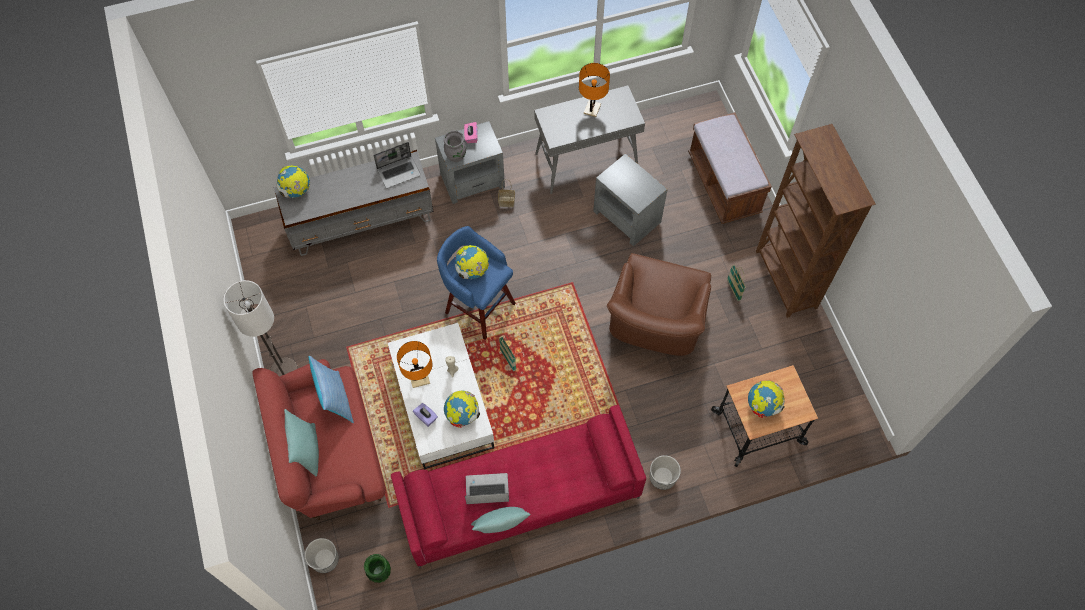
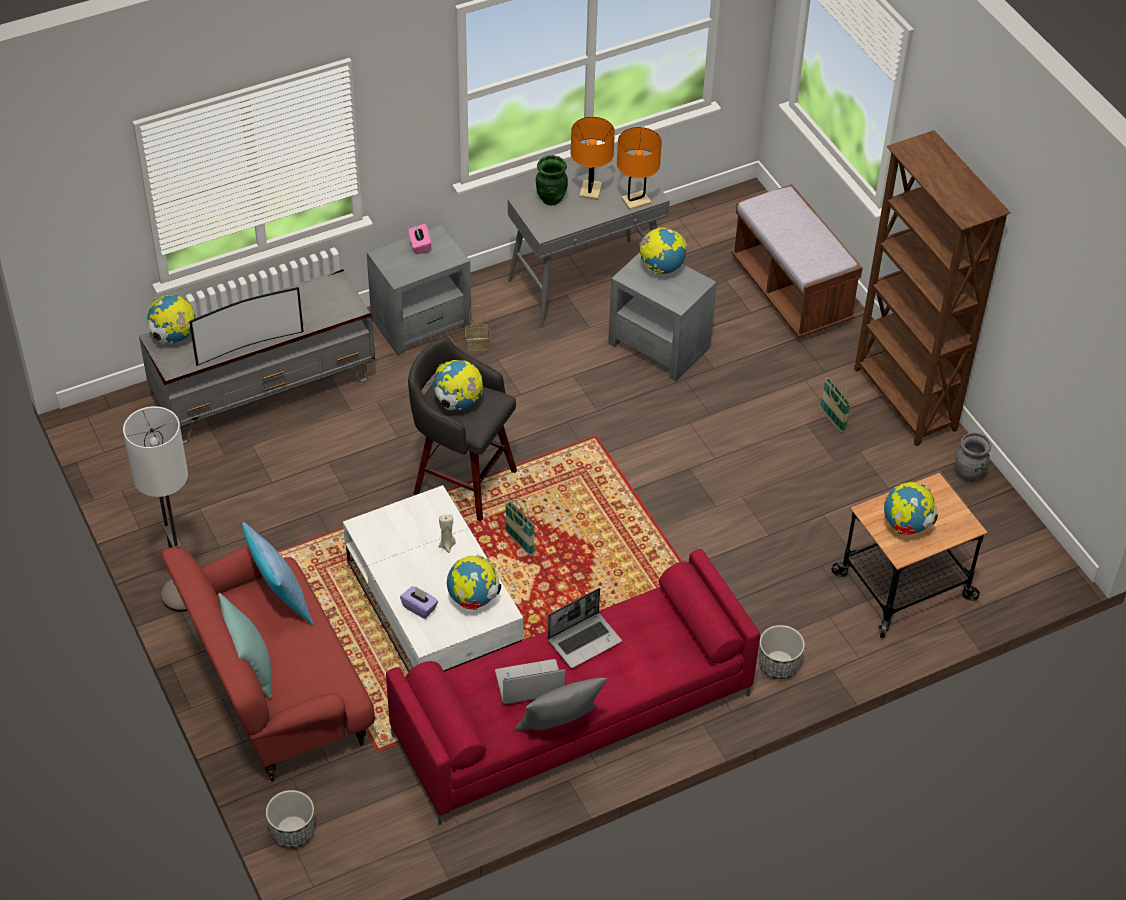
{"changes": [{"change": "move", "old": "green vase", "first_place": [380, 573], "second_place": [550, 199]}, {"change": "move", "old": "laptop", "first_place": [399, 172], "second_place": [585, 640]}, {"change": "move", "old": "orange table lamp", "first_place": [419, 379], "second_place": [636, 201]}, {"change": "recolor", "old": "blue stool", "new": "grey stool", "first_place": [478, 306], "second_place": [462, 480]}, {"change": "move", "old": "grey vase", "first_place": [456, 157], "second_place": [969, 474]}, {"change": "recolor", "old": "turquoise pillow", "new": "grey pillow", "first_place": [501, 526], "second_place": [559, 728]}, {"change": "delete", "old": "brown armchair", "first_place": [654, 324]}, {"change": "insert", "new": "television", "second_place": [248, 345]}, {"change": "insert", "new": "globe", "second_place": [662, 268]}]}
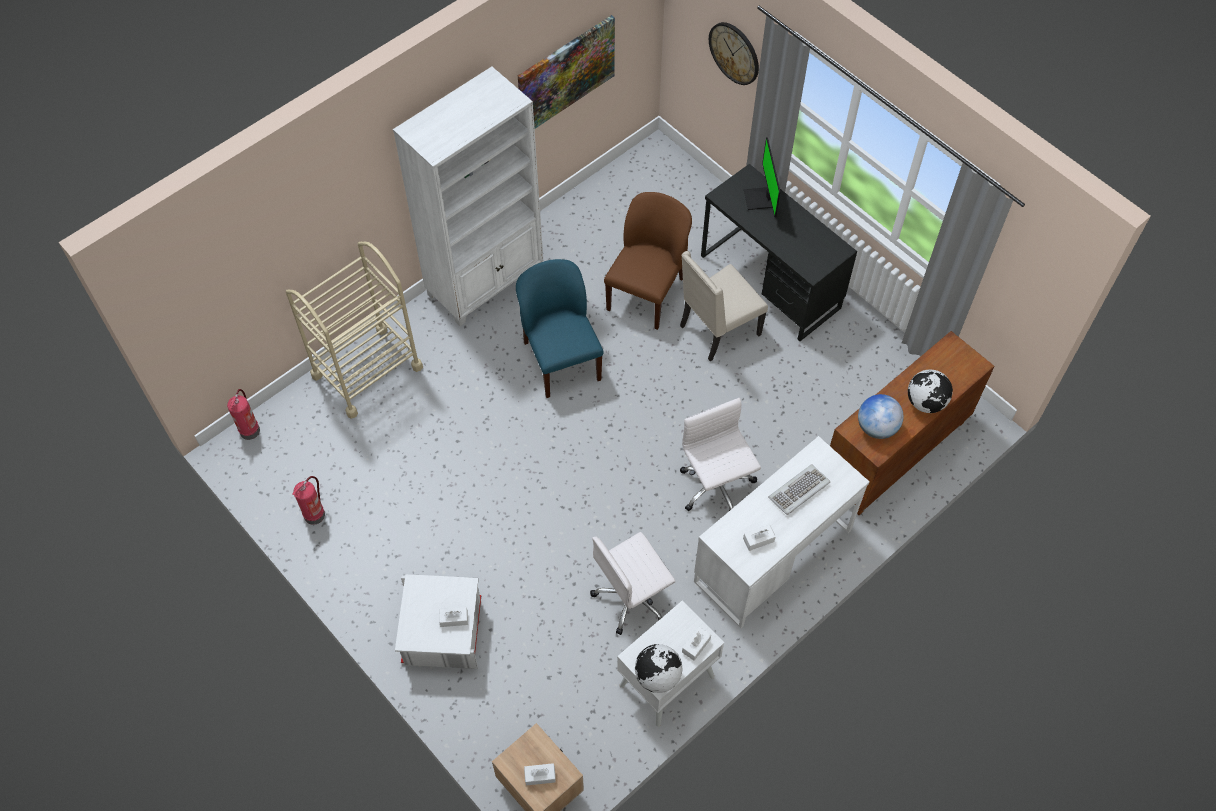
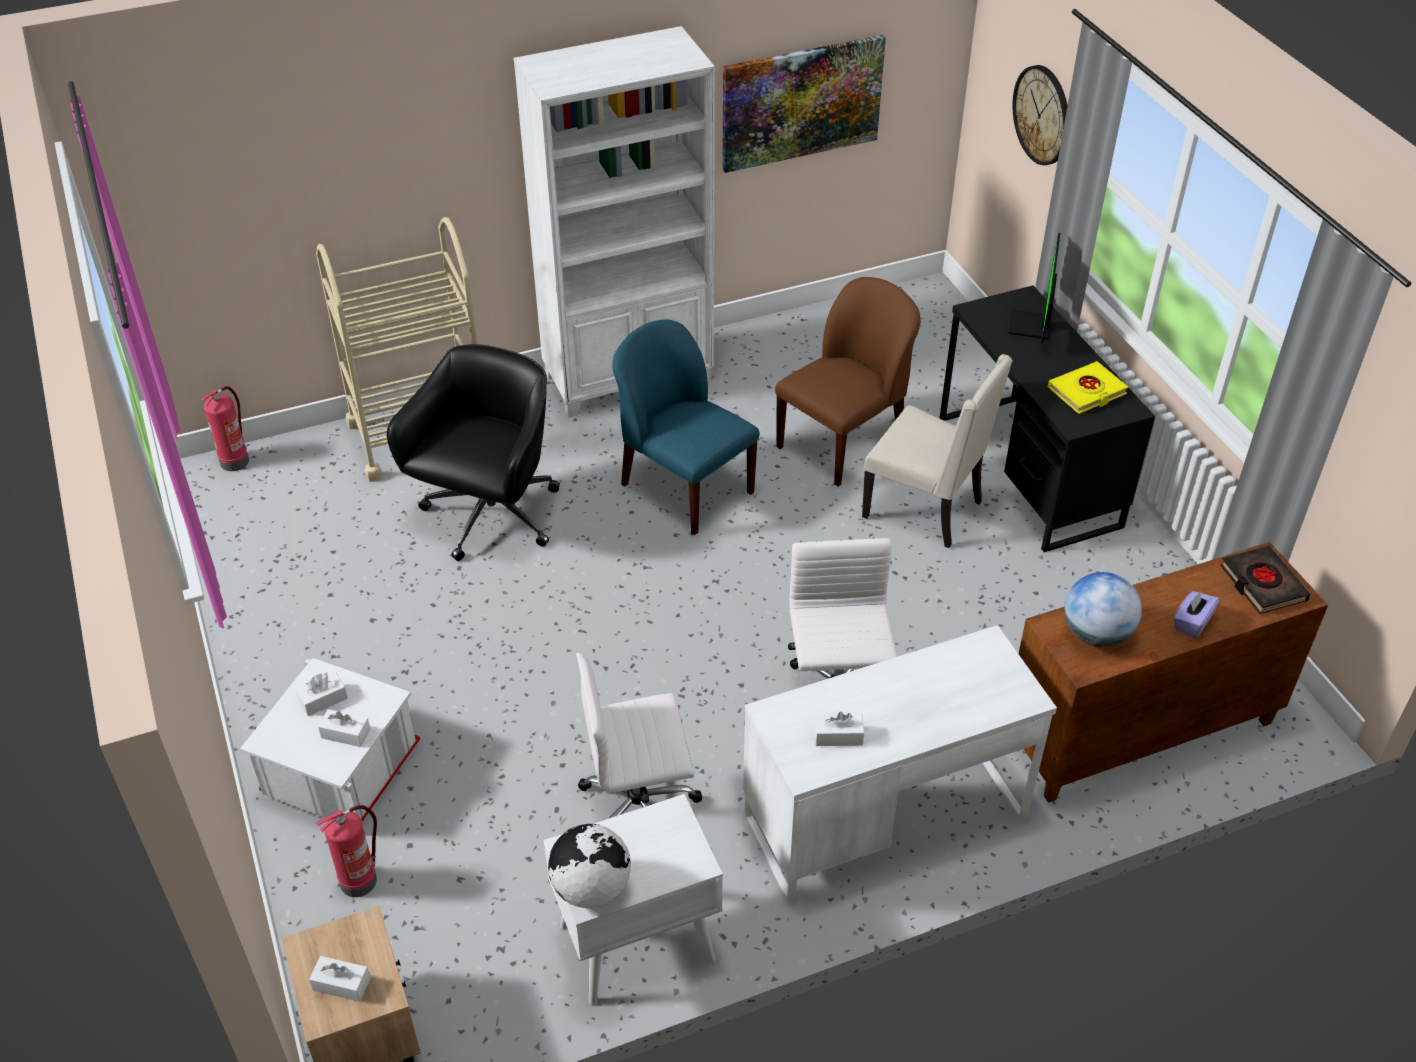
{"changes": [{"change": "move", "old": "fire extinguisher", "first_place": [314, 514], "second_place": [359, 879]}, {"change": "rotate", "old": "blue chair", "first_place": [561, 360], "second_place": [685, 487], "degrees": -45}, {"change": "rotate", "old": "beige chair", "first_place": [718, 330], "second_place": [925, 509], "degrees": -135}, {"change": "move", "old": "white tissue box", "first_place": [696, 645], "second_place": [323, 700]}, {"change": "delete", "old": "keyboard", "first_place": [799, 491]}, {"change": "replace", "old": "globe", "new": "purple tissue box", "first_place": [925, 402], "second_place": [1191, 623]}, {"change": "insert", "new": "black office chair", "second_place": [490, 517]}, {"change": "insert", "new": "yellow book", "second_place": [1087, 392]}, {"change": "insert", "new": "black book", "second_place": [1262, 584]}]}
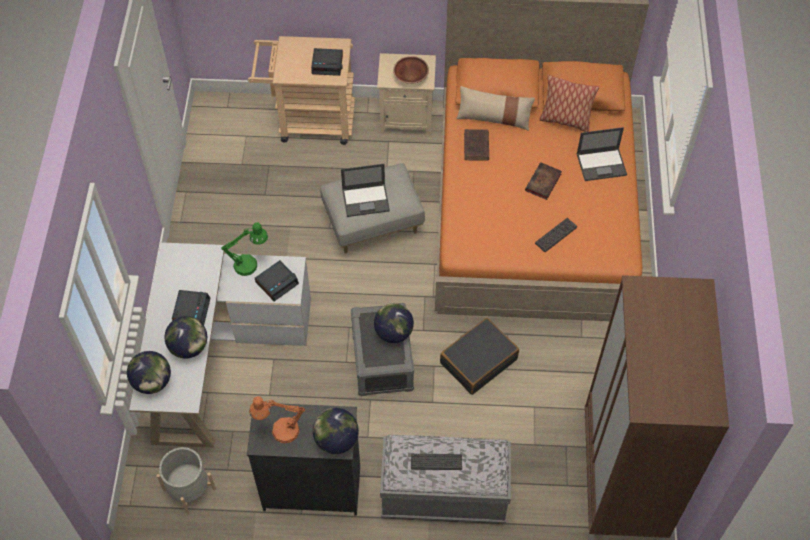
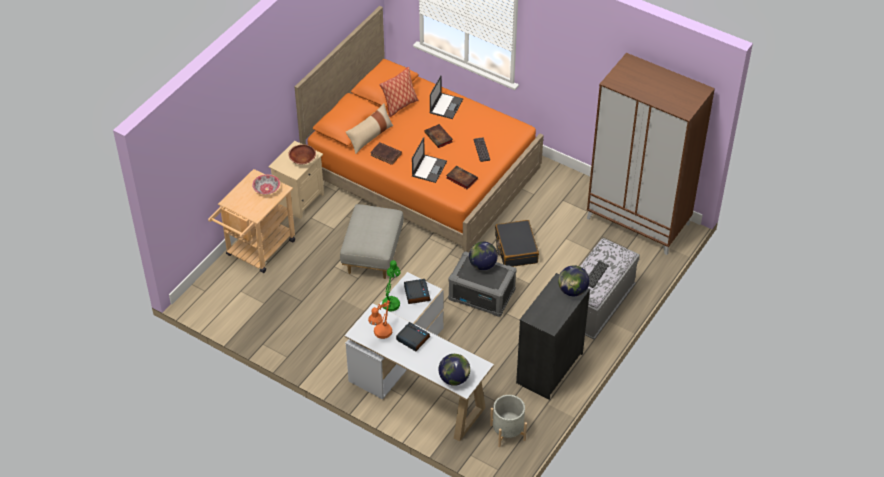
{"changes": [{"change": "delete", "old": "globe", "first_place": [189, 347]}, {"change": "move", "old": "orange table lamp", "first_place": [279, 431], "second_place": [381, 334]}, {"change": "replace", "old": "alarm clock", "new": "bowl", "first_place": [327, 64], "second_place": [266, 189]}, {"change": "move", "old": "laptop", "first_place": [366, 200], "second_place": [429, 168]}, {"change": "insert", "new": "book", "second_place": [461, 178]}]}
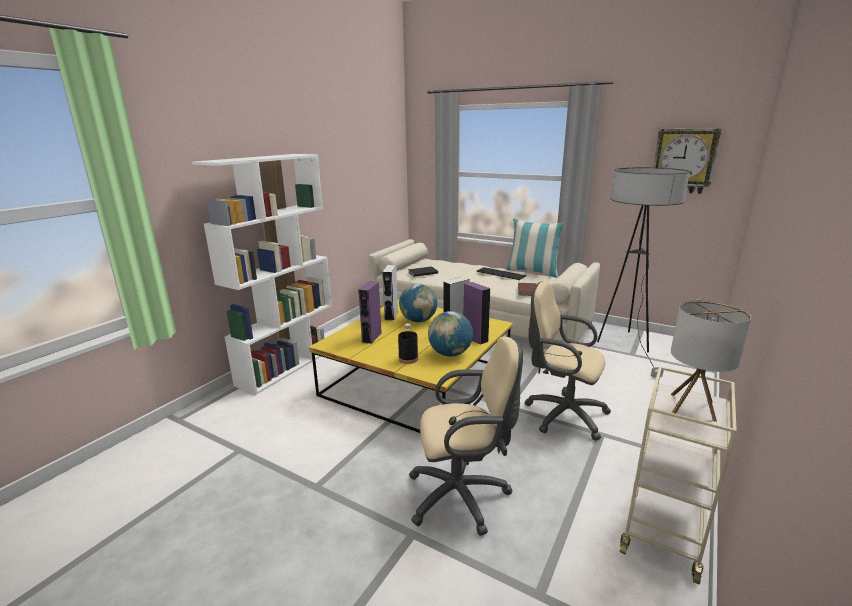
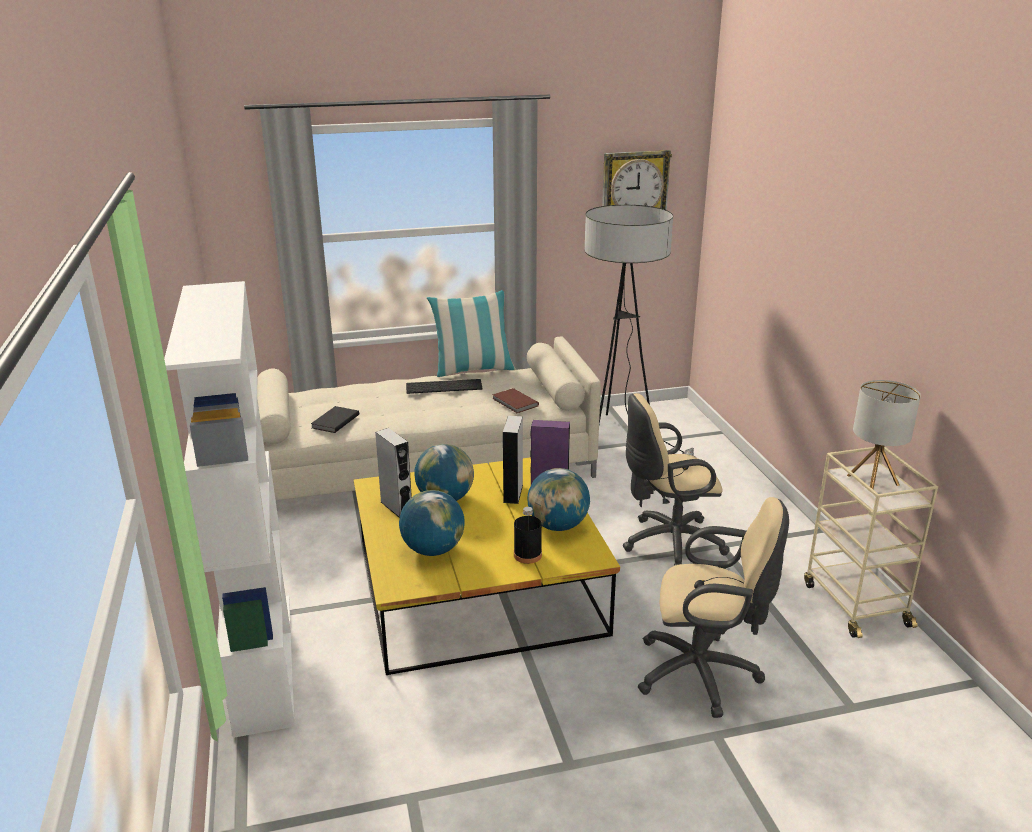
{"changes": [{"change": "replace", "old": "purple speaker", "new": "globe", "first_place": [371, 337], "second_place": [433, 550]}, {"change": "rotate", "old": "beige office chair", "first_place": [463, 496], "second_place": [704, 674], "degrees": 60}]}
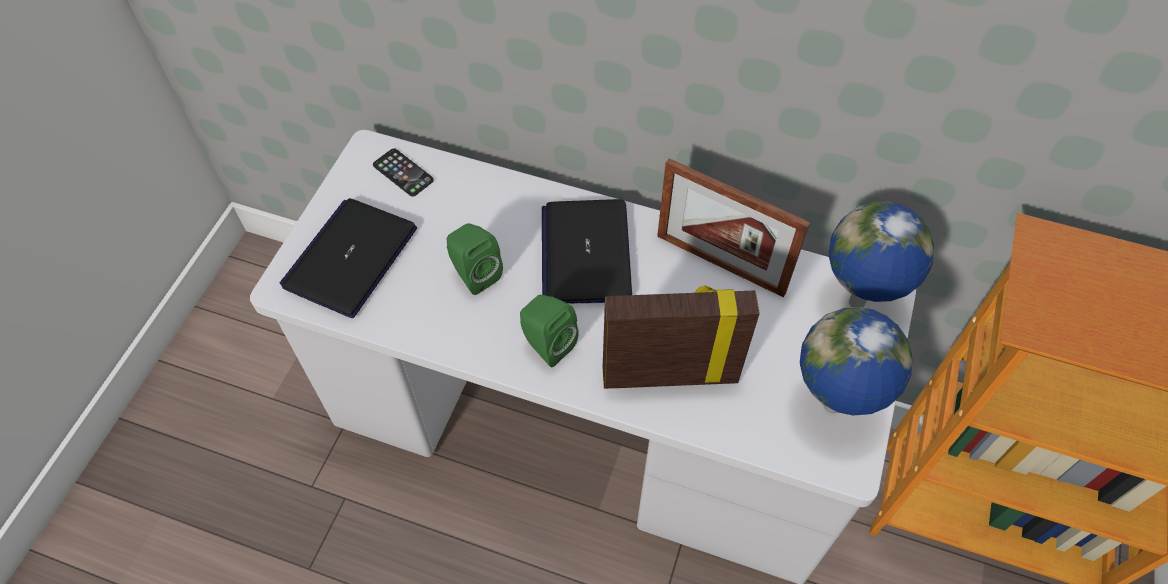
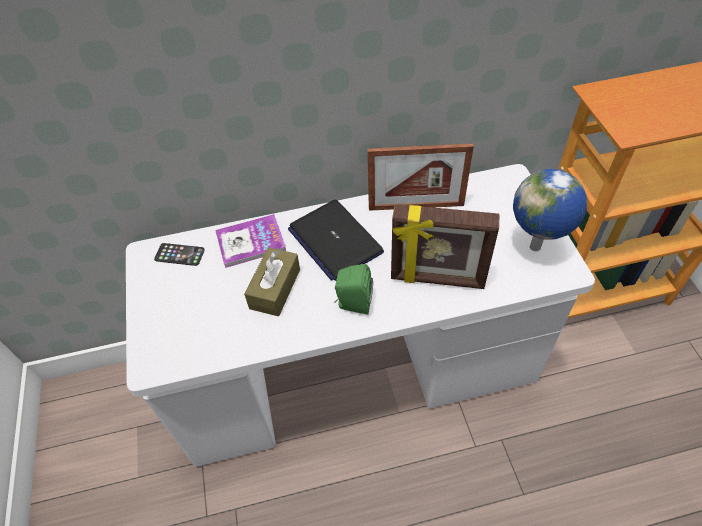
{"changes": [{"change": "delete", "old": "laptop", "first_place": [351, 258]}, {"change": "replace", "old": "green speaker", "new": "brown tissue box", "first_place": [474, 274], "second_place": [275, 288]}, {"change": "rotate", "old": "picture frame", "first_place": [669, 374], "second_place": [437, 279], "degrees": -135}, {"change": "delete", "old": "globe", "first_place": [857, 304]}, {"change": "insert", "new": "book", "second_place": [251, 242]}]}
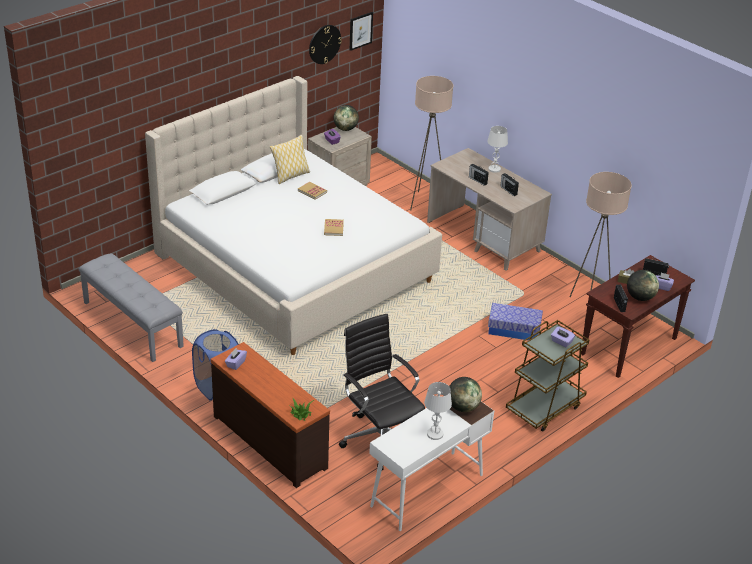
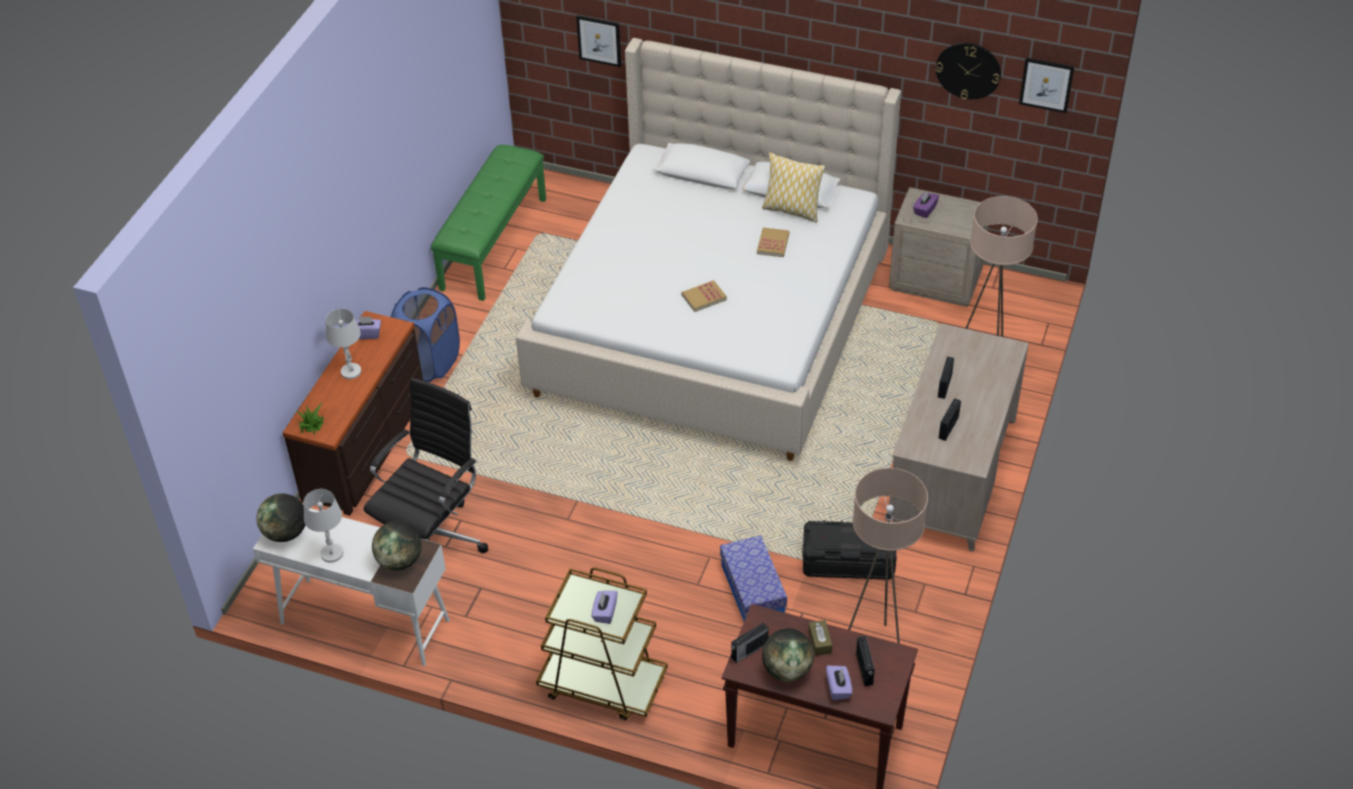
{"changes": [{"change": "recolor", "old": "grey bench", "new": "green bench", "first_place": [132, 324], "second_place": [493, 243]}, {"change": "move", "old": "globe", "first_place": [345, 129], "second_place": [286, 533]}, {"change": "move", "old": "white table lamp", "first_place": [494, 169], "second_place": [350, 371]}, {"change": "insert", "new": "picture", "second_place": [599, 40]}, {"change": "insert", "new": "black storage box", "second_place": [848, 561]}]}
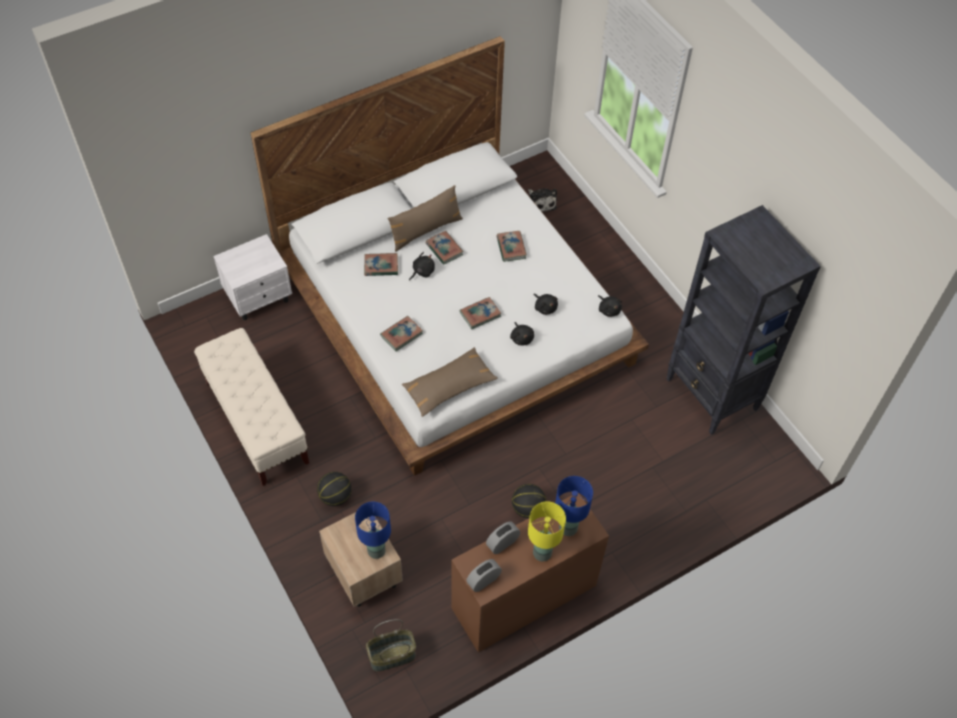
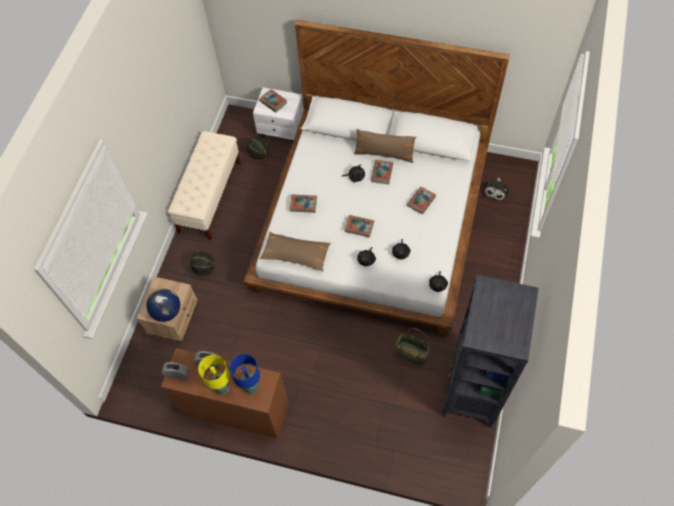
{"changes": [{"change": "replace", "old": "blue table lamp", "new": "globe", "first_place": [376, 551], "second_place": [167, 311]}, {"change": "move", "old": "book", "first_place": [381, 266], "second_place": [273, 102]}, {"change": "move", "old": "basket", "first_place": [391, 656], "second_place": [411, 353]}, {"change": "move", "old": "basketball", "first_place": [527, 508], "second_place": [259, 154]}]}
